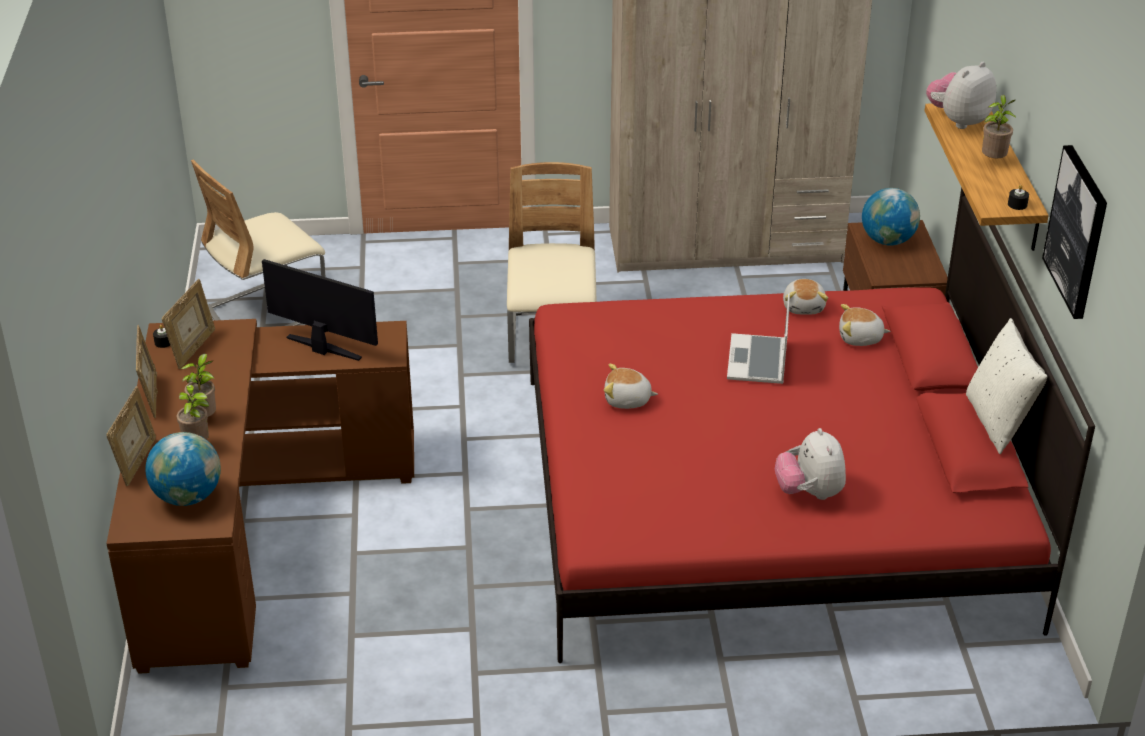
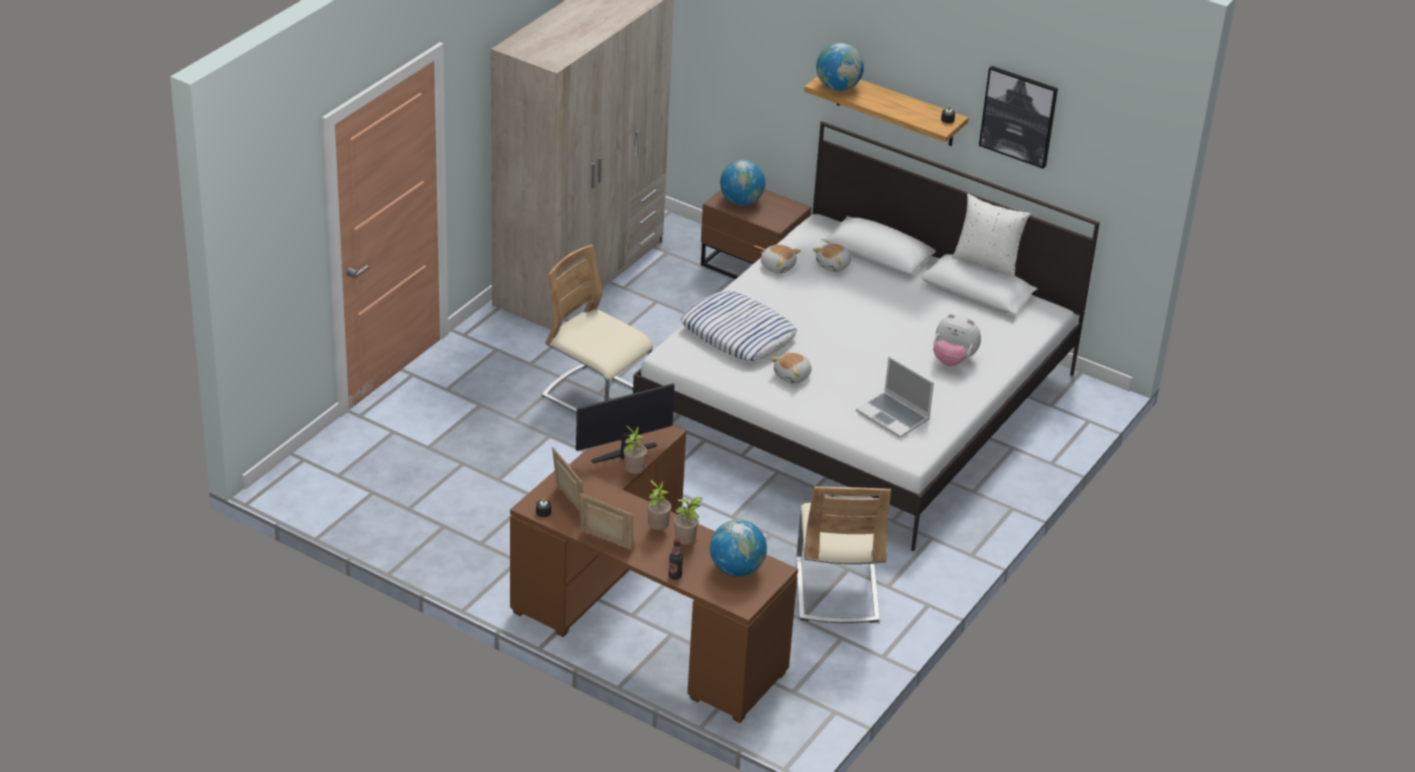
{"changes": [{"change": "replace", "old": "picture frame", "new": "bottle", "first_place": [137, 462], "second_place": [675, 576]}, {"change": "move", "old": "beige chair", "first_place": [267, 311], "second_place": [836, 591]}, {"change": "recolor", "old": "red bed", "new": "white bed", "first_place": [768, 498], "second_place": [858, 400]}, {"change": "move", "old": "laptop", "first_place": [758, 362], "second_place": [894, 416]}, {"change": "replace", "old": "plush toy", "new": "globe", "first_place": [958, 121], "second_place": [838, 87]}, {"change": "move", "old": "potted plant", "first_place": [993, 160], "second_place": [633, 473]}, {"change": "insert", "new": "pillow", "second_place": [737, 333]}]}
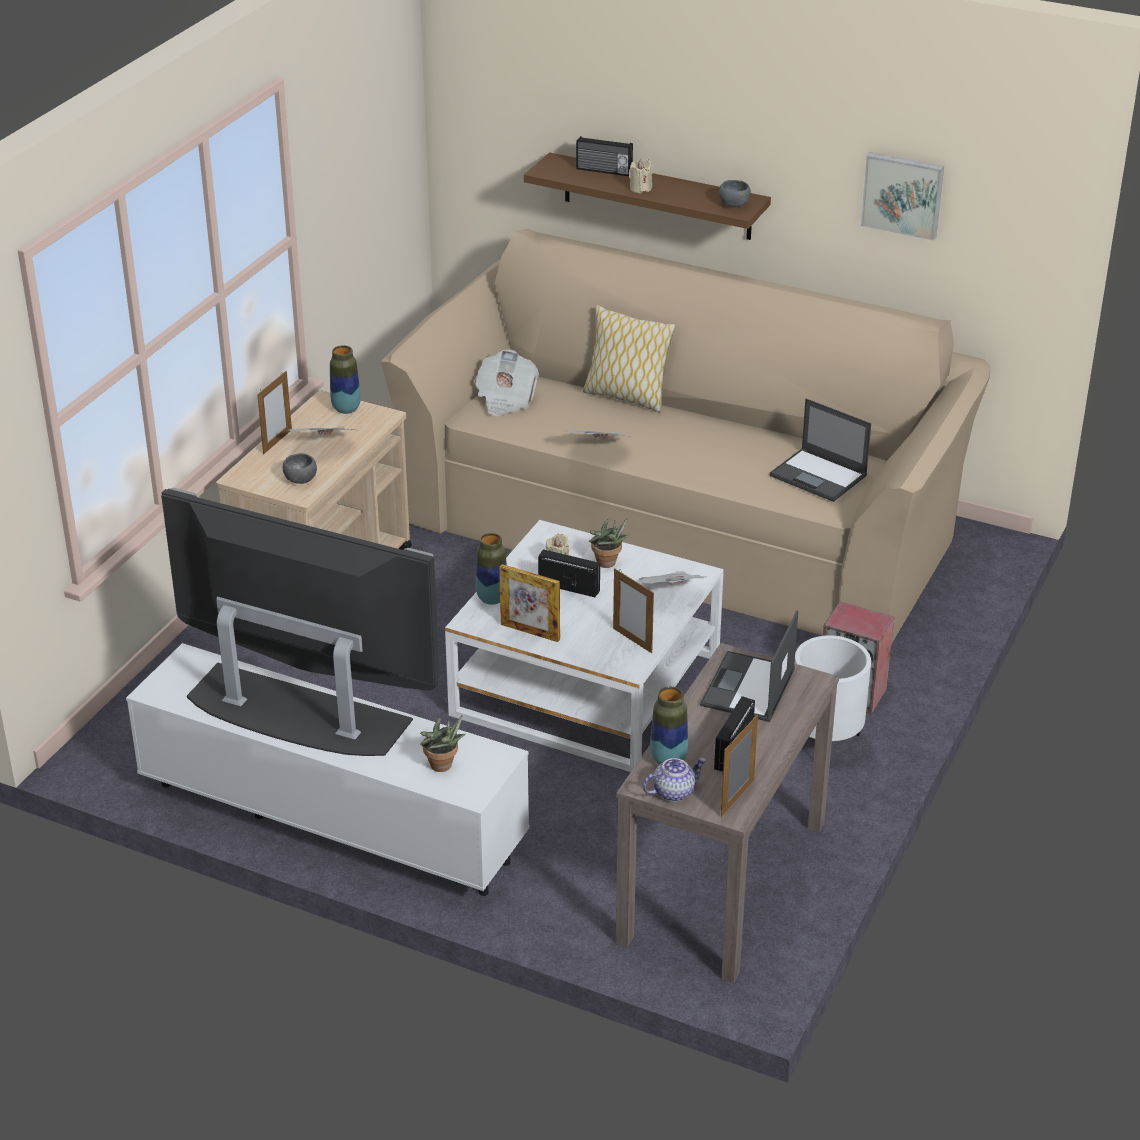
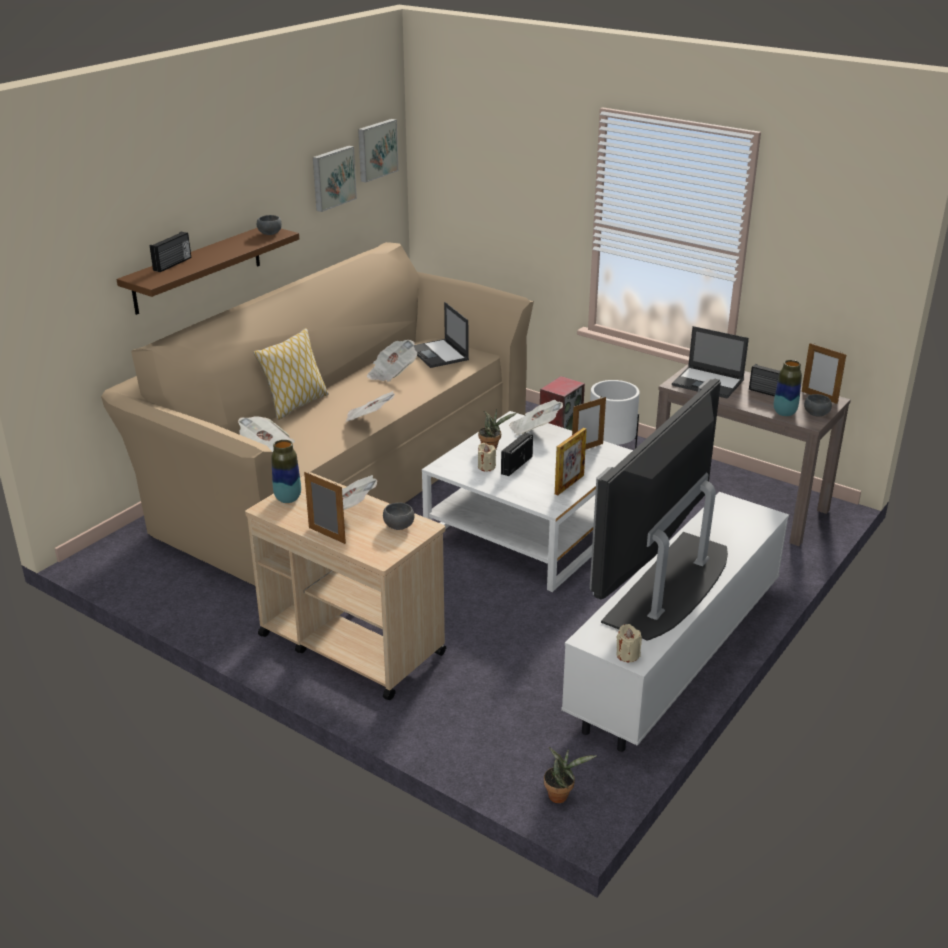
{"changes": [{"change": "move", "old": "potted plant", "first_place": [443, 767], "second_place": [560, 795]}, {"change": "delete", "old": "vase", "first_place": [492, 599]}, {"change": "move", "old": "beige candle", "first_place": [640, 189], "second_place": [627, 655]}, {"change": "replace", "old": "teapot", "new": "grey bowl", "first_place": [673, 792], "second_place": [816, 414]}, {"change": "rotate", "old": "laptop", "first_place": [819, 476], "second_place": [439, 354], "degrees": 105}, {"change": "insert", "new": "picture", "second_place": [376, 149]}, {"change": "insert", "new": "newspaper", "second_place": [392, 373]}]}
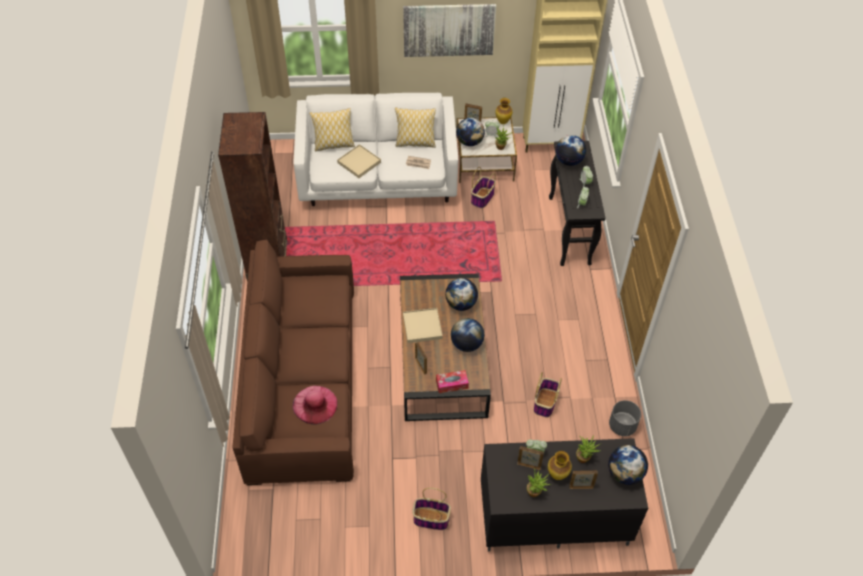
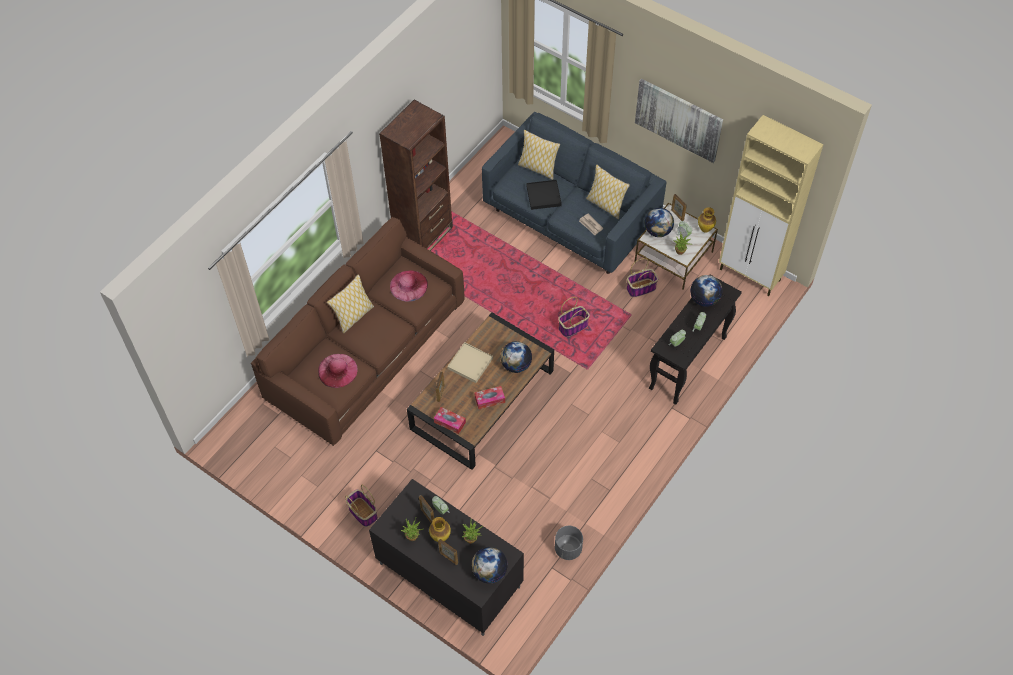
{"changes": [{"change": "recolor", "old": "white sofa", "new": "blue sofa", "first_place": [378, 178], "second_place": [570, 218]}, {"change": "recolor", "old": "beige tray", "new": "black tray", "first_place": [359, 162], "second_place": [543, 196]}, {"change": "replace", "old": "globe", "new": "tissue box", "first_place": [466, 344], "second_place": [490, 400]}, {"change": "move", "old": "basket", "first_place": [545, 402], "second_place": [573, 326]}, {"change": "insert", "new": "pillow", "second_place": [353, 316]}, {"change": "insert", "new": "pink hat", "second_place": [408, 285]}]}
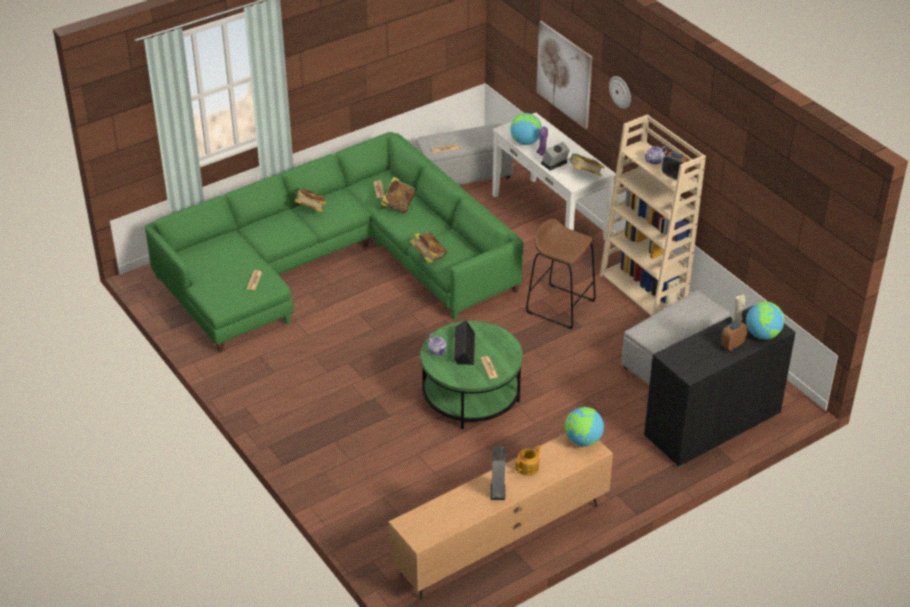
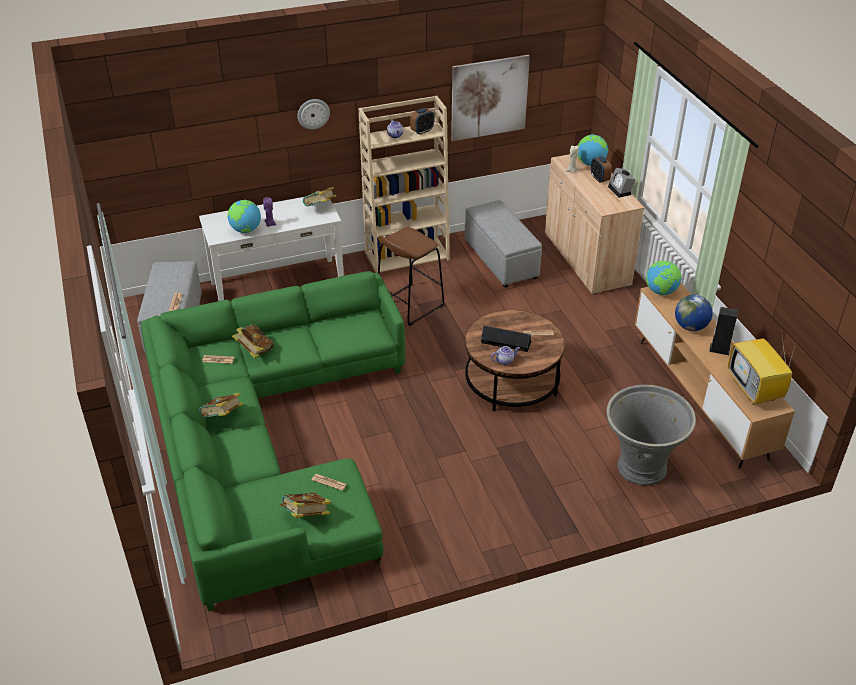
{"changes": [{"change": "move", "old": "book", "first_place": [428, 257], "second_place": [306, 516]}, {"change": "recolor", "old": "green coffee table", "new": "brown coffee table", "first_place": [471, 395], "second_place": [512, 381]}, {"change": "replace", "old": "teapot", "new": "globe", "first_place": [528, 467], "second_place": [690, 327]}, {"change": "move", "old": "picture", "first_place": [564, 74], "second_place": [489, 97]}, {"change": "move", "old": "alarm clock", "first_place": [554, 164], "second_place": [621, 191]}, {"change": "recolor", "old": "black cabinet", "new": "beige cabinet", "first_place": [712, 425], "second_place": [586, 259]}, {"change": "insert", "new": "grey planter", "second_place": [640, 468]}, {"change": "insert", "new": "television", "second_place": [755, 390]}]}
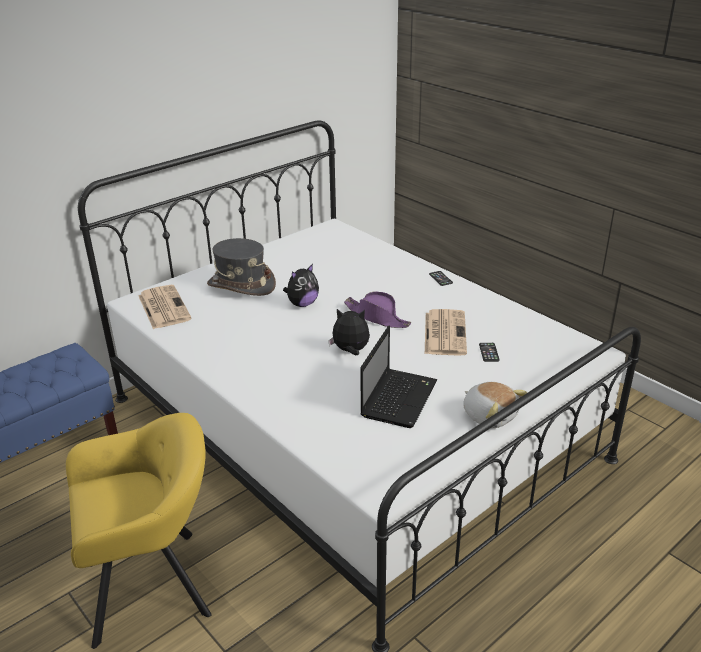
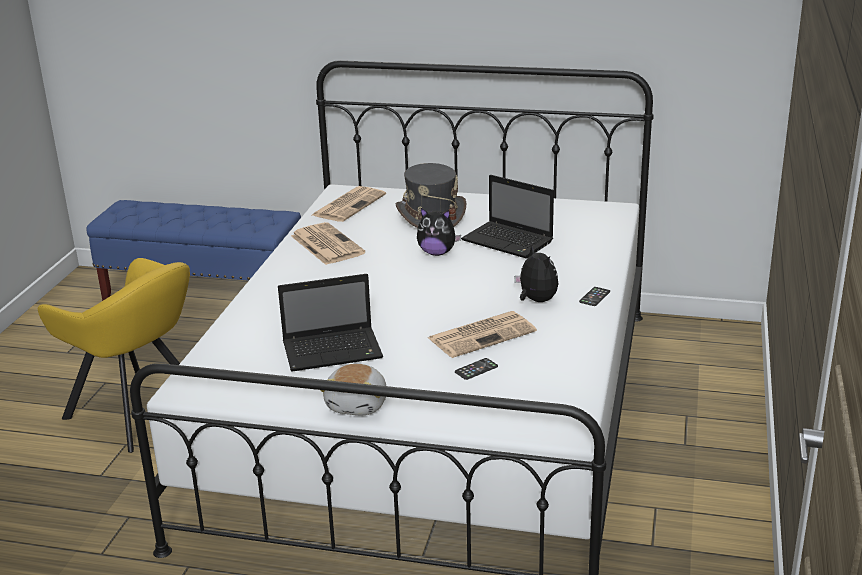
{"changes": [{"change": "move", "old": "plush toy", "first_place": [350, 351], "second_place": [536, 300]}, {"change": "delete", "old": "purple hat", "first_place": [377, 317]}, {"change": "insert", "new": "newspaper", "second_place": [326, 244]}, {"change": "insert", "new": "laptop", "second_place": [509, 241]}]}
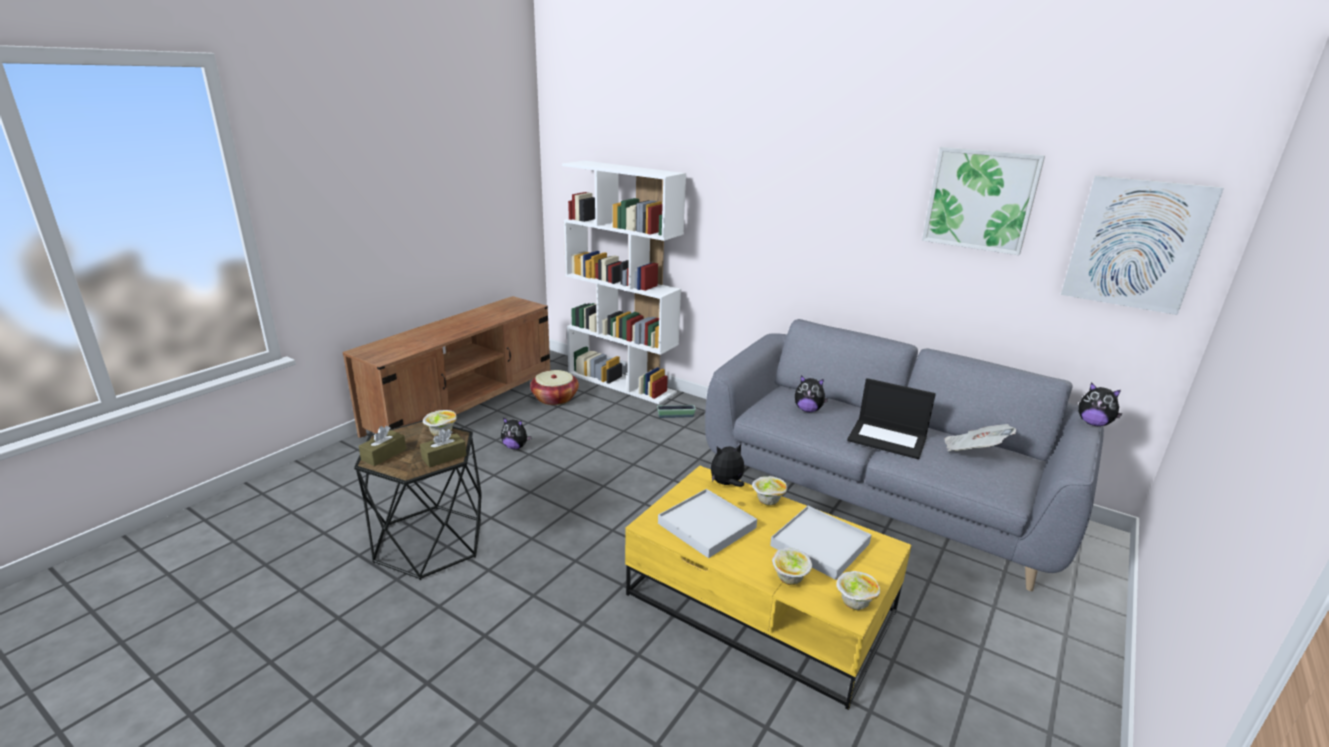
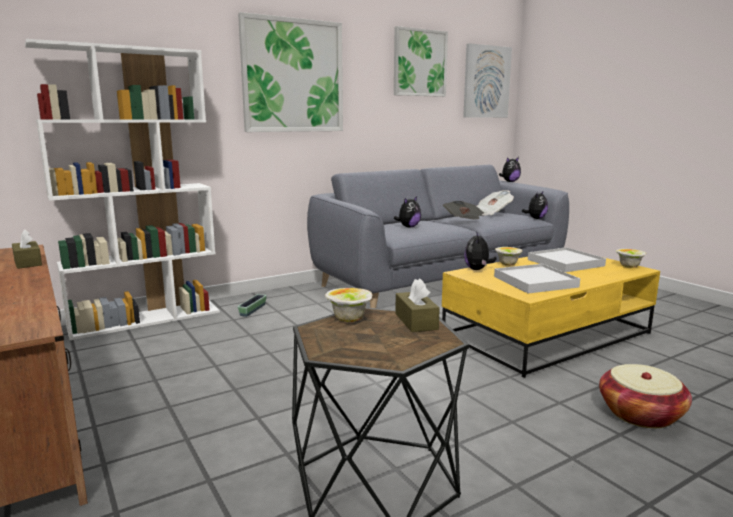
{"changes": [{"change": "move", "old": "brown tissue box", "first_place": [384, 454], "second_place": [28, 262]}, {"change": "move", "old": "plush toy", "first_place": [515, 447], "second_place": [535, 218]}, {"change": "move", "old": "basket", "first_place": [555, 398], "second_place": [640, 414]}, {"change": "delete", "old": "bowl", "first_place": [790, 579]}, {"change": "replace", "old": "laptop", "new": "newspaper", "first_place": [888, 439], "second_place": [464, 222]}, {"change": "insert", "new": "picture", "second_place": [293, 76]}]}
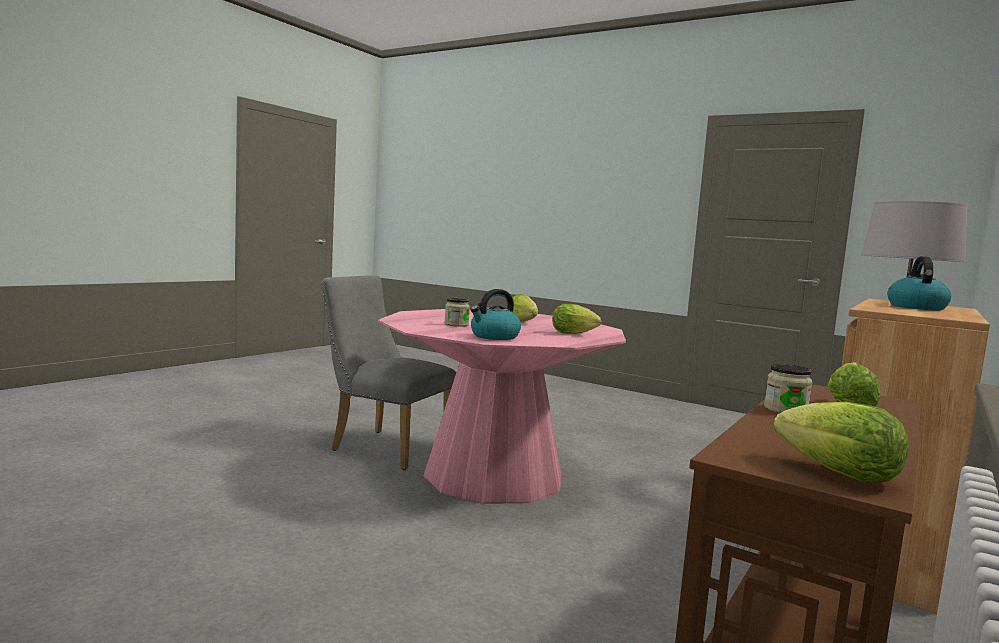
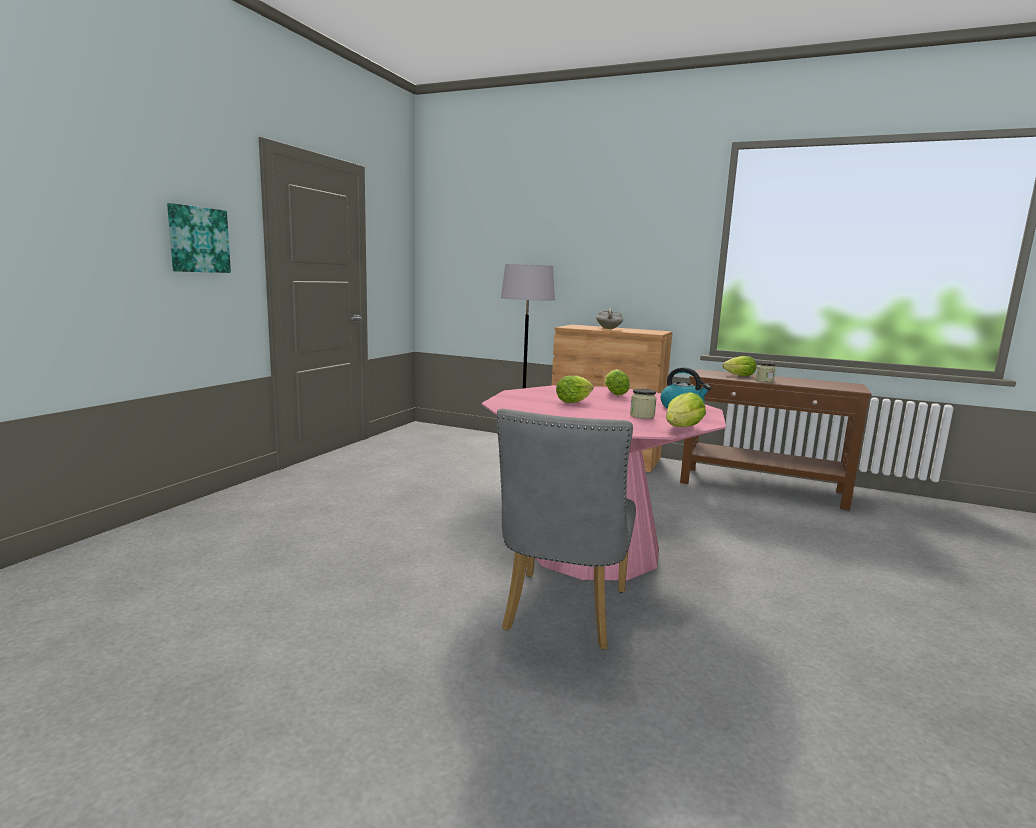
{"changes": [{"change": "move", "old": "lettuce", "first_place": [839, 474], "second_place": [682, 428]}, {"change": "replace", "old": "kettle", "new": "white cooking pot", "first_place": [915, 307], "second_place": [609, 328]}, {"change": "insert", "new": "picture", "second_place": [198, 239]}]}
